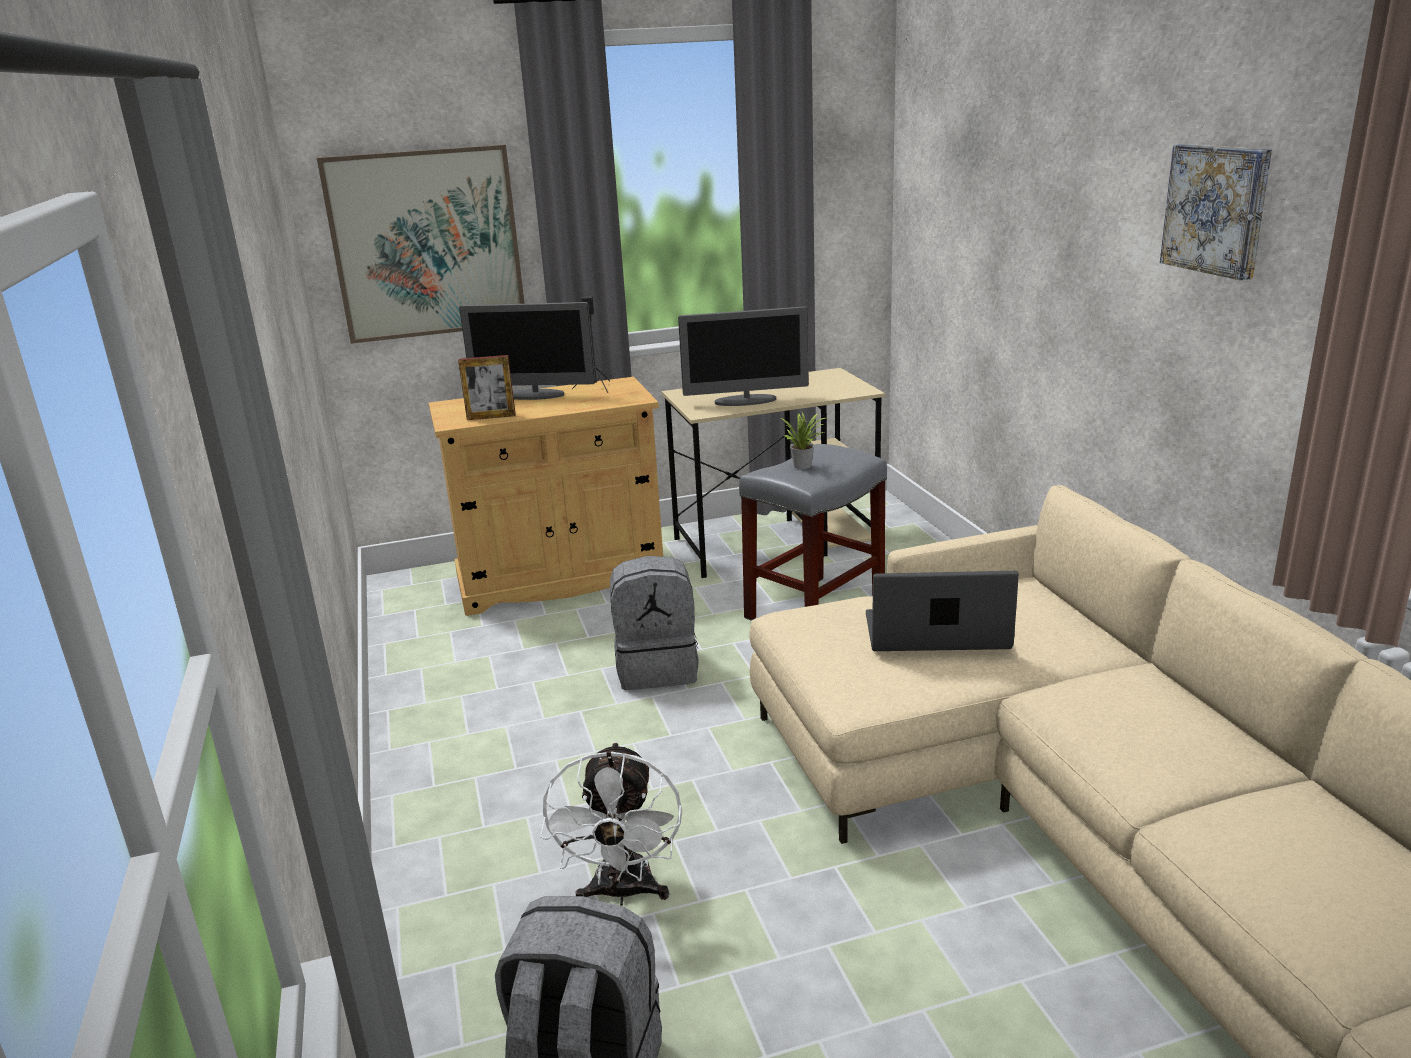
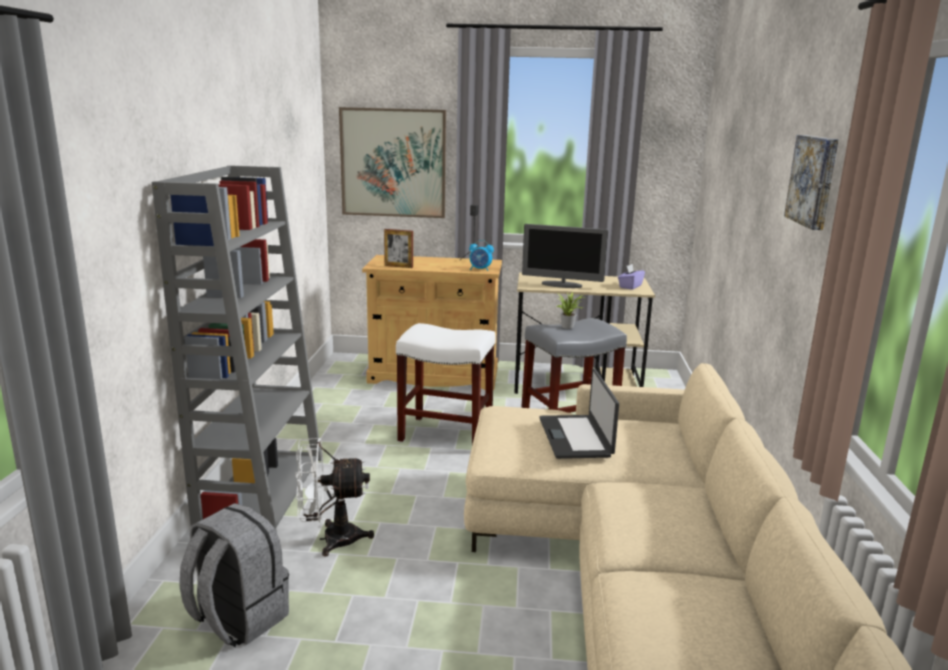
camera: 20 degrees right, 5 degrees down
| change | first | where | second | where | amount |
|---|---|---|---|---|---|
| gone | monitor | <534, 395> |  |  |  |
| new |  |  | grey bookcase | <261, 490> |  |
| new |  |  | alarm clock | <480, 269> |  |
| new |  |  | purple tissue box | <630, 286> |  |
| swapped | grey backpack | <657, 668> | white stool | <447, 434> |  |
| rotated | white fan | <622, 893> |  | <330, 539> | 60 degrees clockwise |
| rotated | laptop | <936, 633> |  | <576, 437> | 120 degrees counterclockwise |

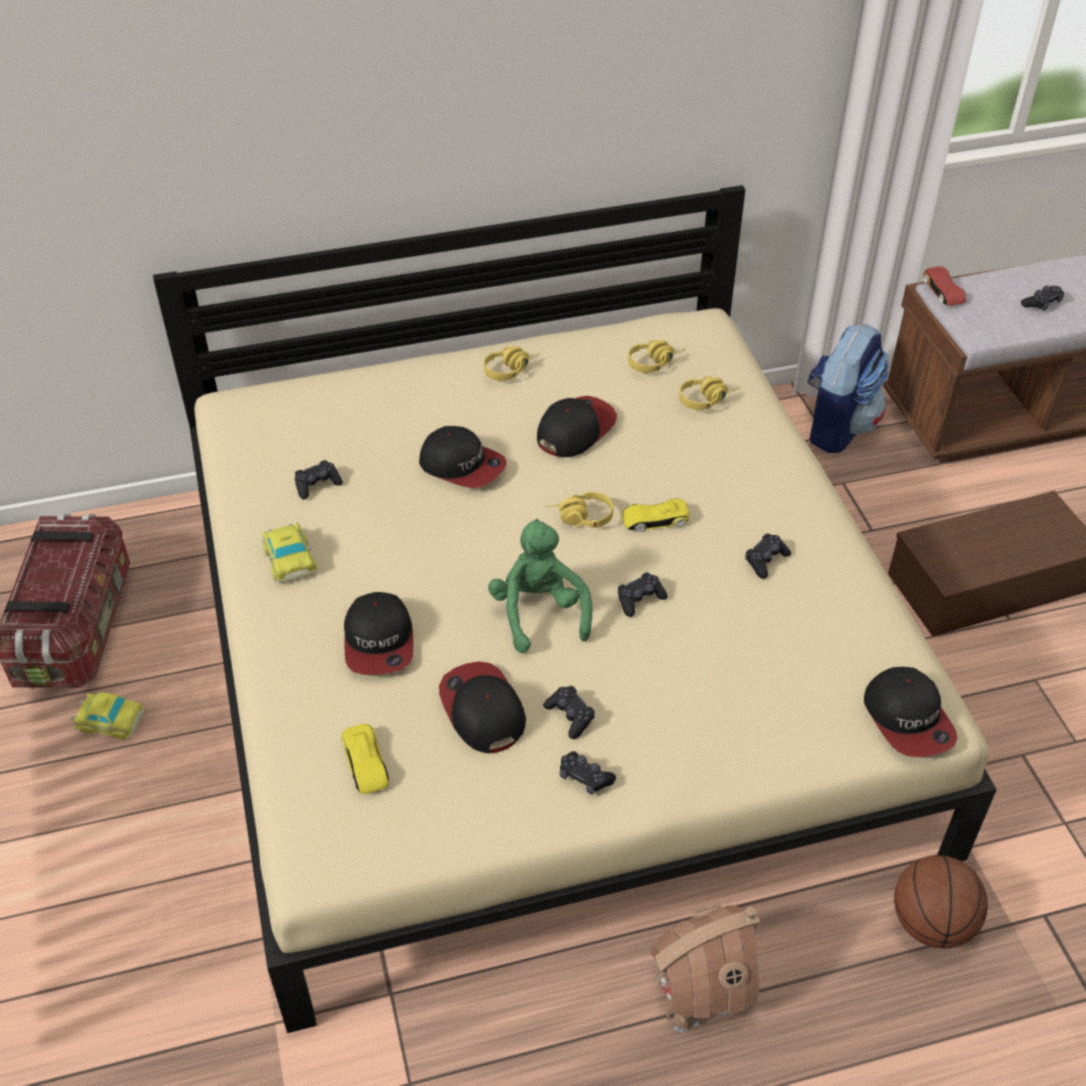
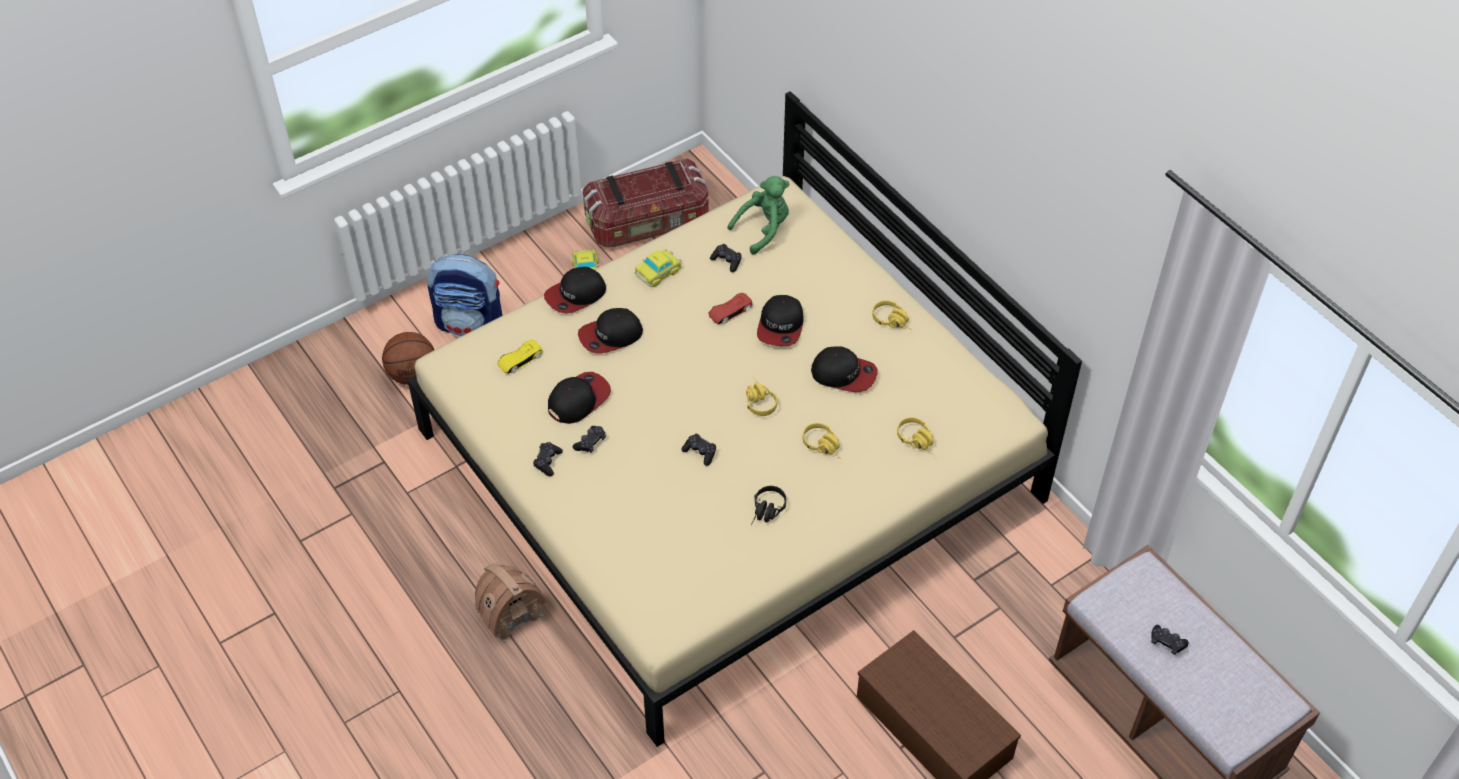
camera: 70 degrees right, 5 degrees up
| change | first | where | second | where | amount |
|---|---|---|---|---|---|
| gone | yellow toy car | <655, 519> |  |  |  |
| shifted | green plush toy | <539, 613> |  | <763, 229> |  |
| shifted | yellow headphones | <655, 362> |  | <824, 446> |  |
| shifted | backpack | <837, 427> |  | <471, 324> |  |
| shifted | cap | <908, 719> |  | <575, 295> |  |
| shifted | basketball | <930, 922> |  | <413, 374> |  |
| shifted | red toy car | <943, 291> |  | <730, 311> |  |
| swapped | black game controller | <765, 560> | black headphones | <767, 512> |  |

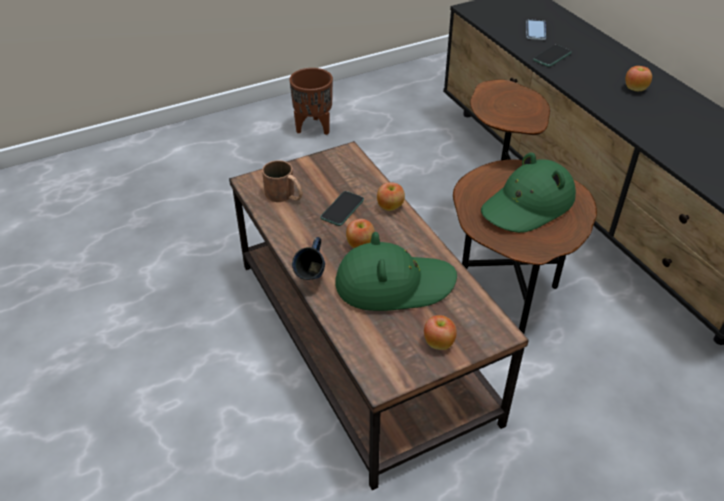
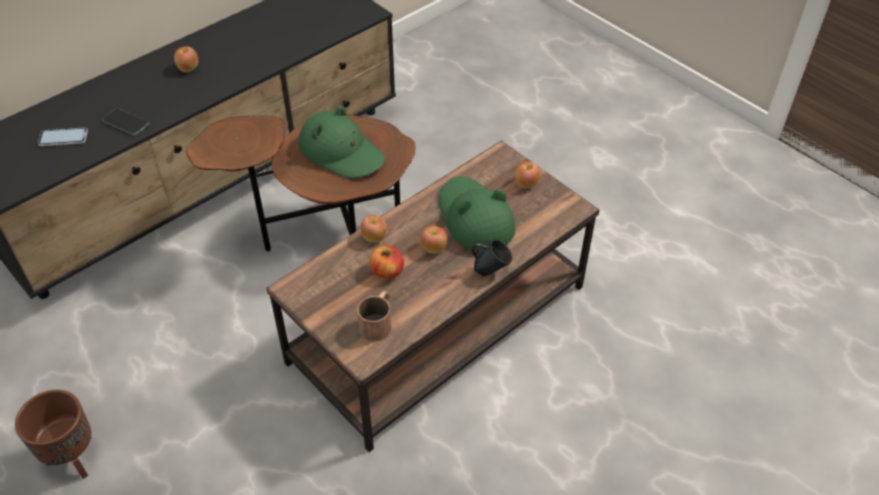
camera: 105 degrees left, 5 degrees up
| change | first | where | second | where | amount |
|---|---|---|---|---|---|
| swapped | phone | <342, 209> | apple | <387, 271> |  |

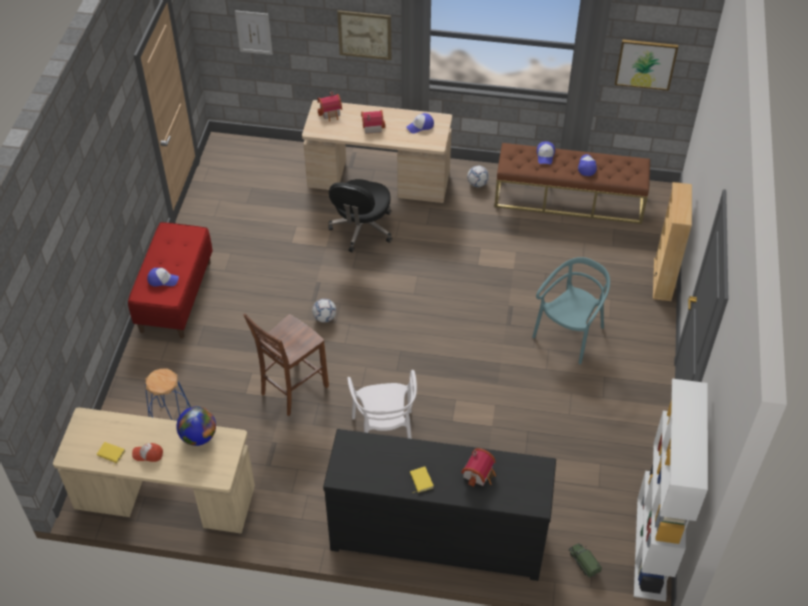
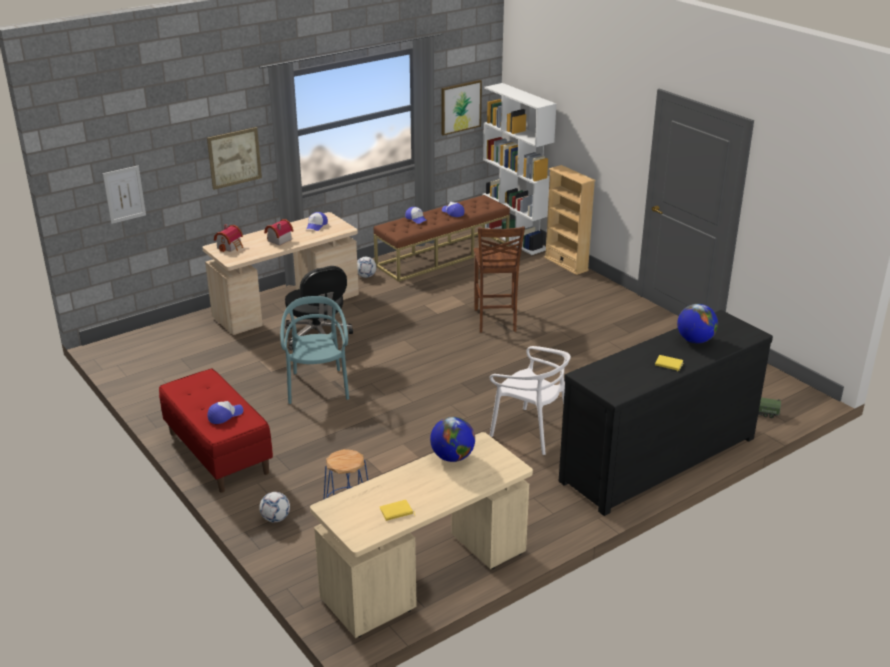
camera: 45 degrees left, 20 degrees down
| change | first | where | second | where | amount |
|---|---|---|---|---|---|
| gone | cap | <148, 454> |  |  |  |
| shifted | brown chair | <292, 390> |  | <495, 321> |  |
| shifted | football | <324, 318> |  | <275, 518> |  |
| shifted | turquoise chair | <569, 334> |  | <318, 387> |  |
| shifted | white bookcase | <652, 548> |  | <515, 238> |  |
| swapped | toy house | <479, 473> | globe | <695, 340> |  |

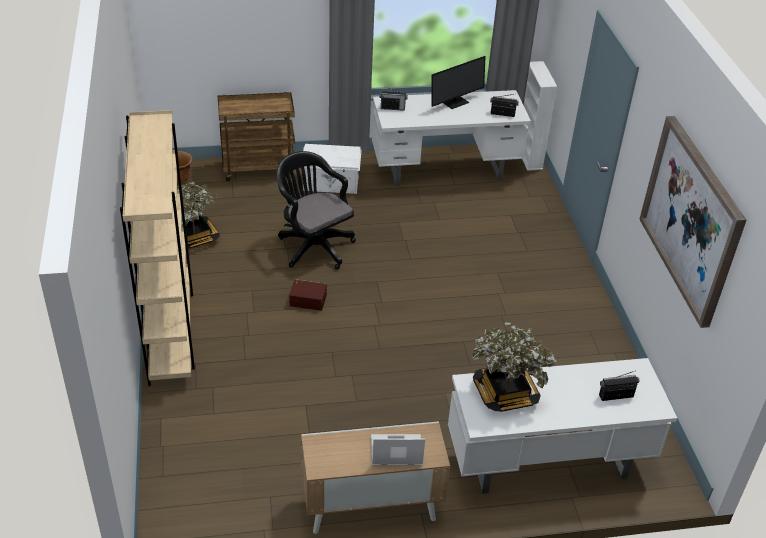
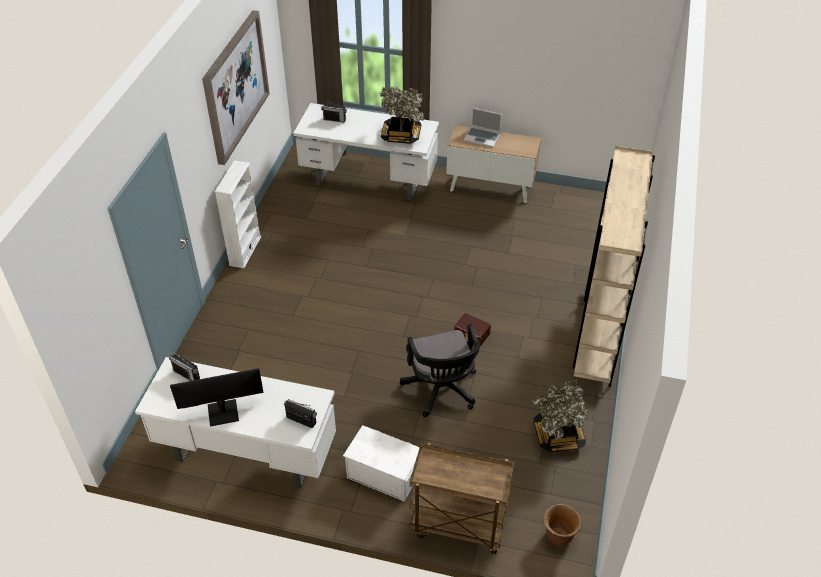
camera: 155 degrees left, 5 degrees up
| change | first | where | second | where | amount |
|---|---|---|---|---|---|
| shifted | white bookcase | <529, 156> |  | <245, 251> |  |

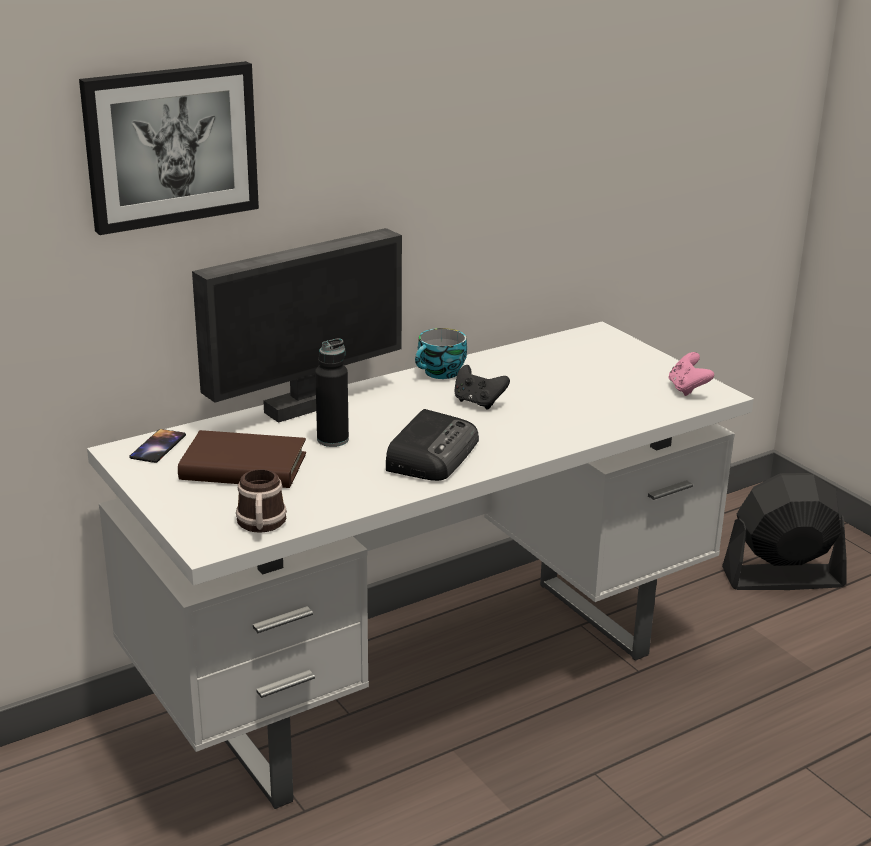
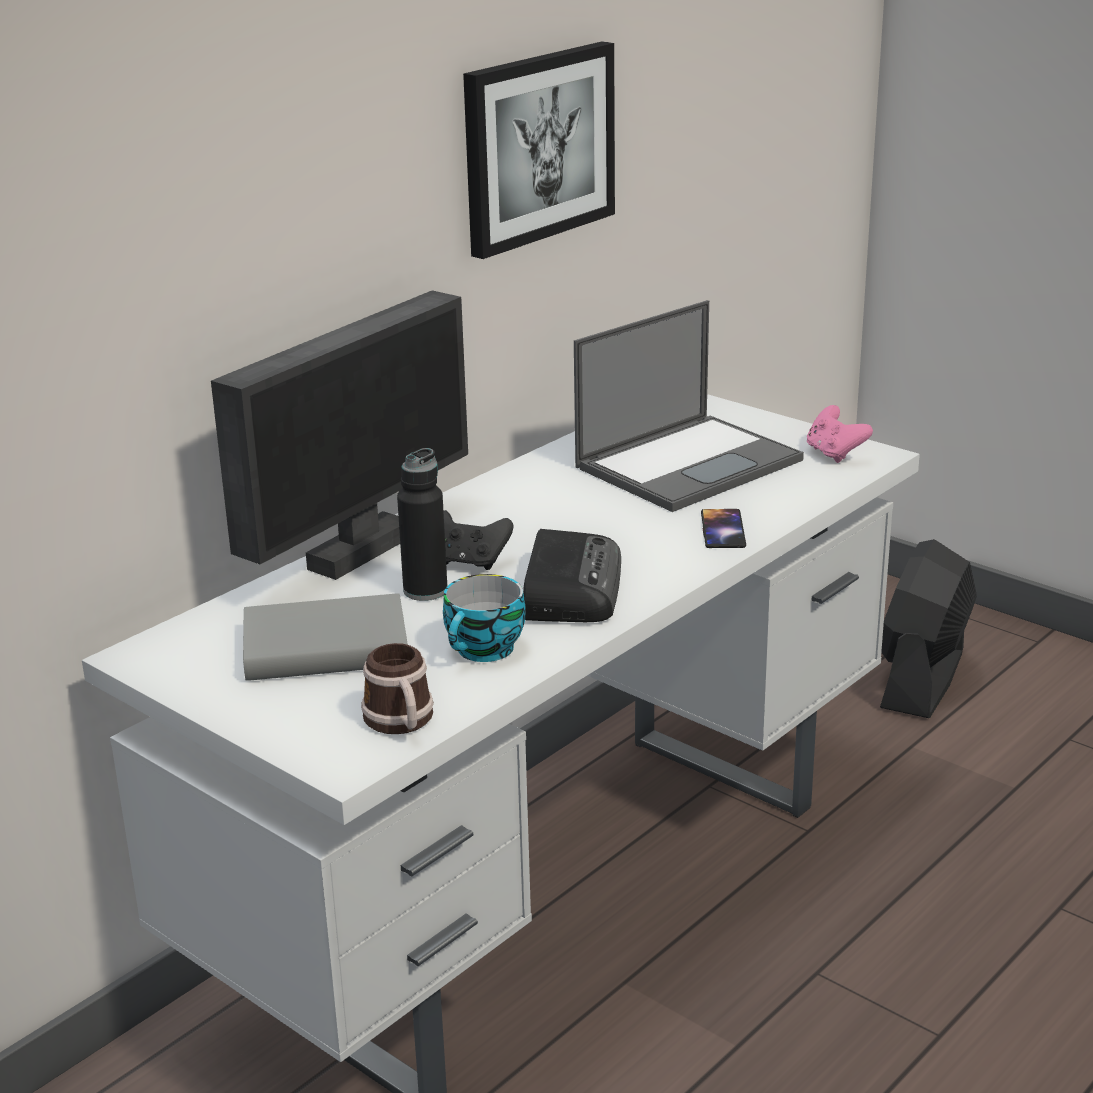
camera: 15 degrees left, 0 degrees up
| change | first | where | second | where | amount |
|---|---|---|---|---|---|
| new |  |  | laptop | <690, 463> |  |
| shifted | picture | <170, 145> |  | <537, 147> |  |
| shifted | phone | <158, 446> |  | <722, 529> |  |
| shifted | cup | <440, 373> |  | <485, 651> |  |
| shifted | black game controller | <478, 402> |  | <470, 562> |  |
| repainted | brown book | <243, 467> | grey book | <326, 648> |  |
| rotated | black fan | <782, 577> |  | <921, 680> | 45 degrees counterclockwise |

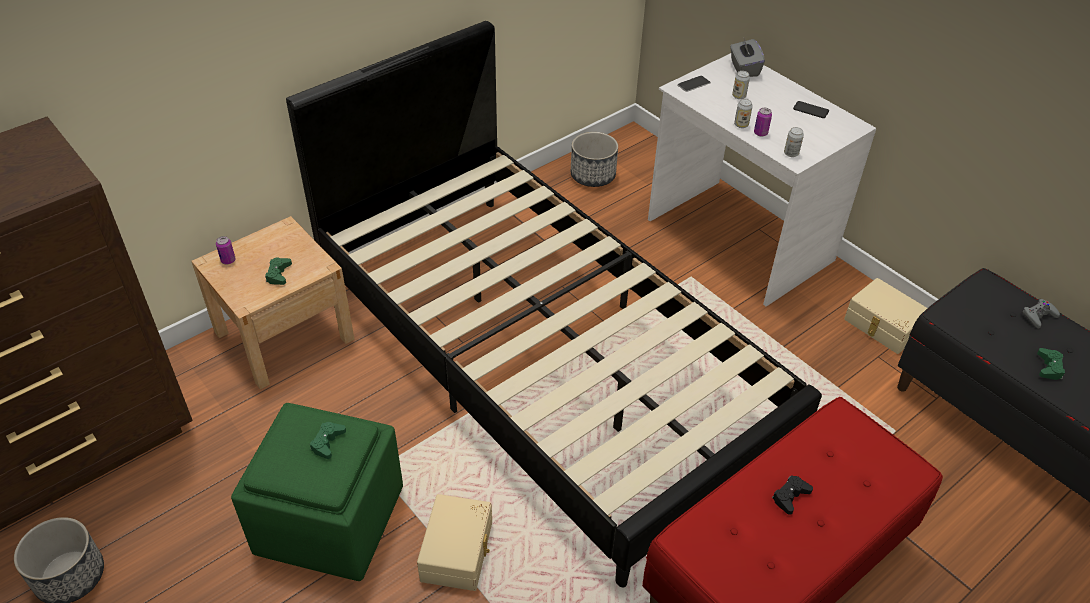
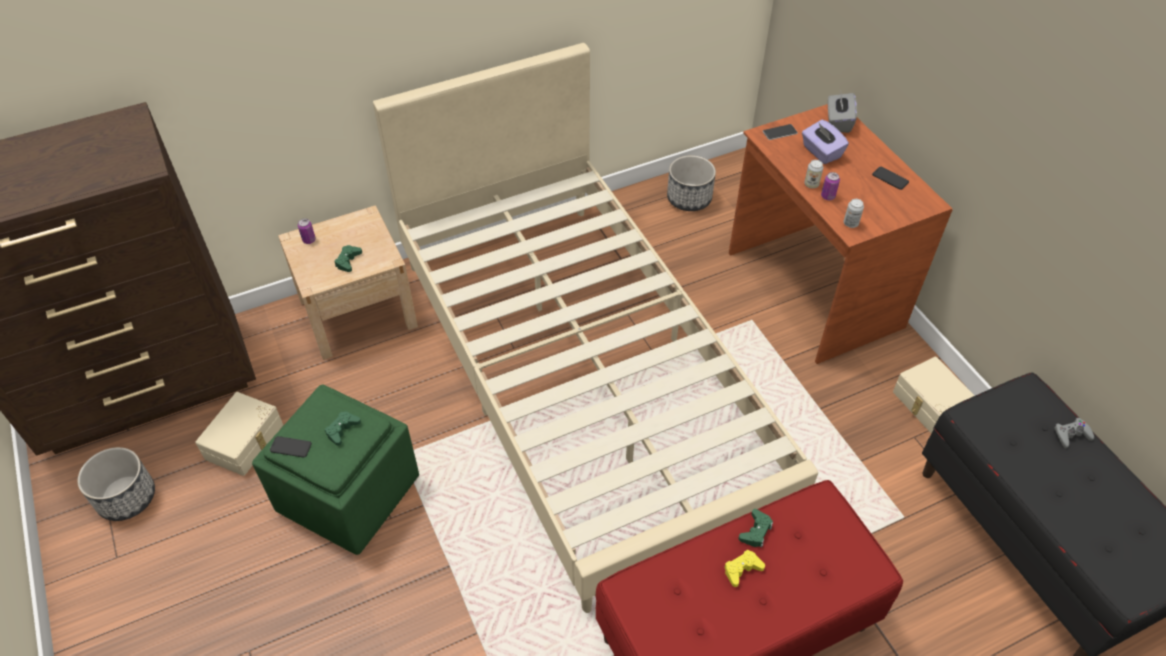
camera: 15 degrees right, 5 degrees up
| change | first | where | second | where | amount |
|---|---|---|---|---|---|
| new |  |  | phone | <291, 447> |  |
| shifted | beige storage box | <459, 551> |  | <246, 442> |  |
| shifted | green game controller | <1049, 367> |  | <756, 531> |  |
| swapped | can | <739, 96> | purple tissue box | <821, 152> |  |
| repainted | black bed | <543, 358> | beige bed | <582, 377> |  |
| repainted | white desk | <737, 240> | brown desk | <812, 290> |  |
| repainted | black game controller | <790, 497> | yellow game controller | <742, 569> |  |

